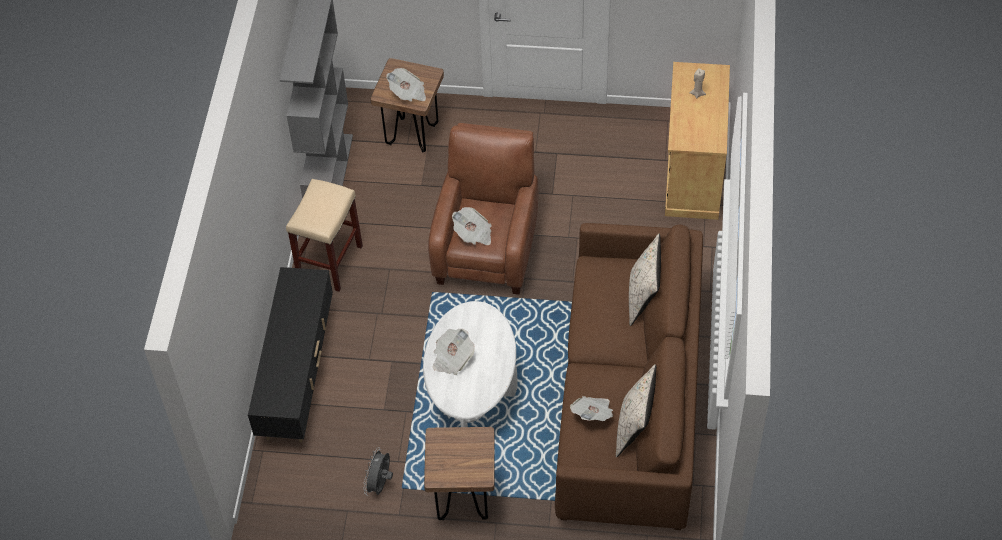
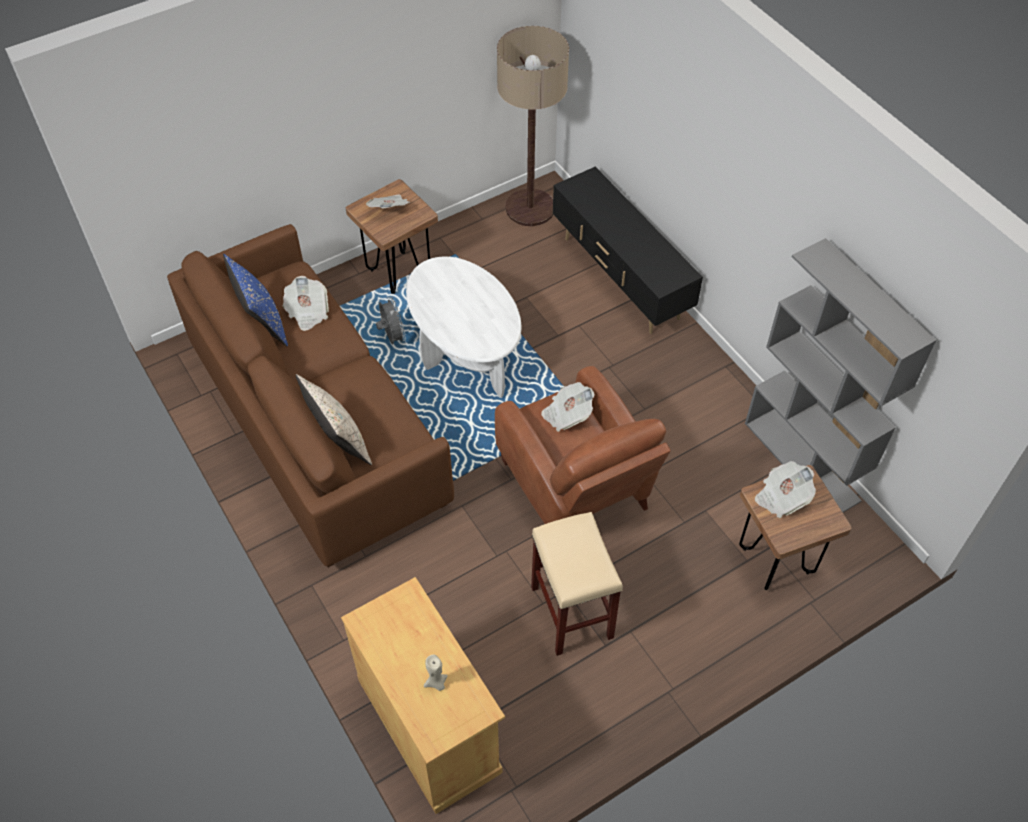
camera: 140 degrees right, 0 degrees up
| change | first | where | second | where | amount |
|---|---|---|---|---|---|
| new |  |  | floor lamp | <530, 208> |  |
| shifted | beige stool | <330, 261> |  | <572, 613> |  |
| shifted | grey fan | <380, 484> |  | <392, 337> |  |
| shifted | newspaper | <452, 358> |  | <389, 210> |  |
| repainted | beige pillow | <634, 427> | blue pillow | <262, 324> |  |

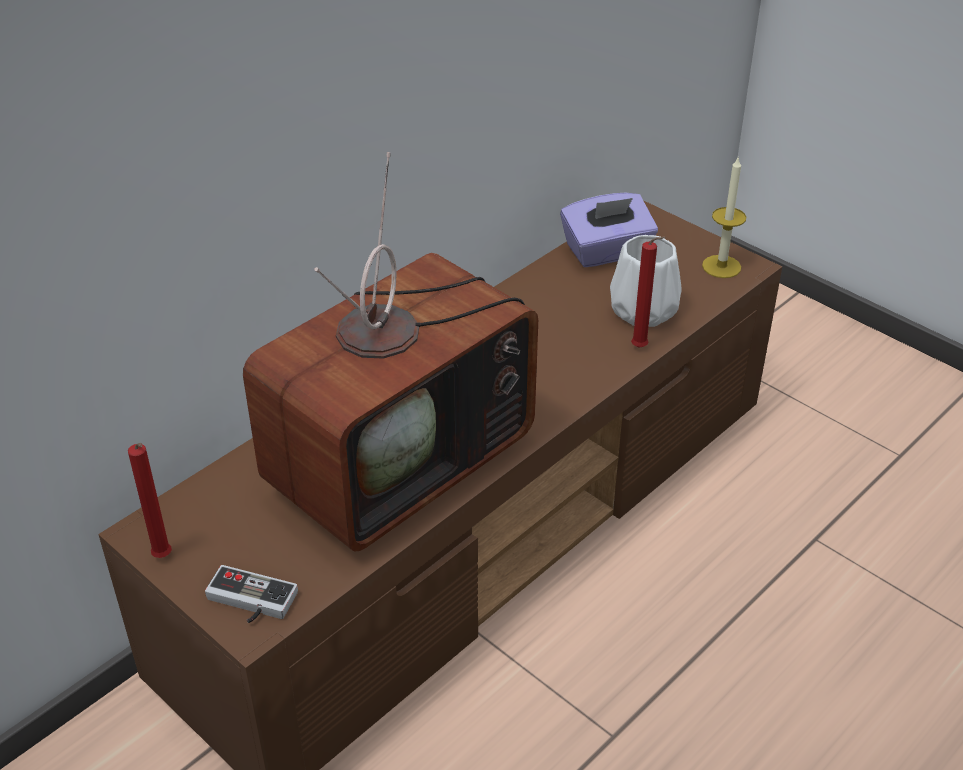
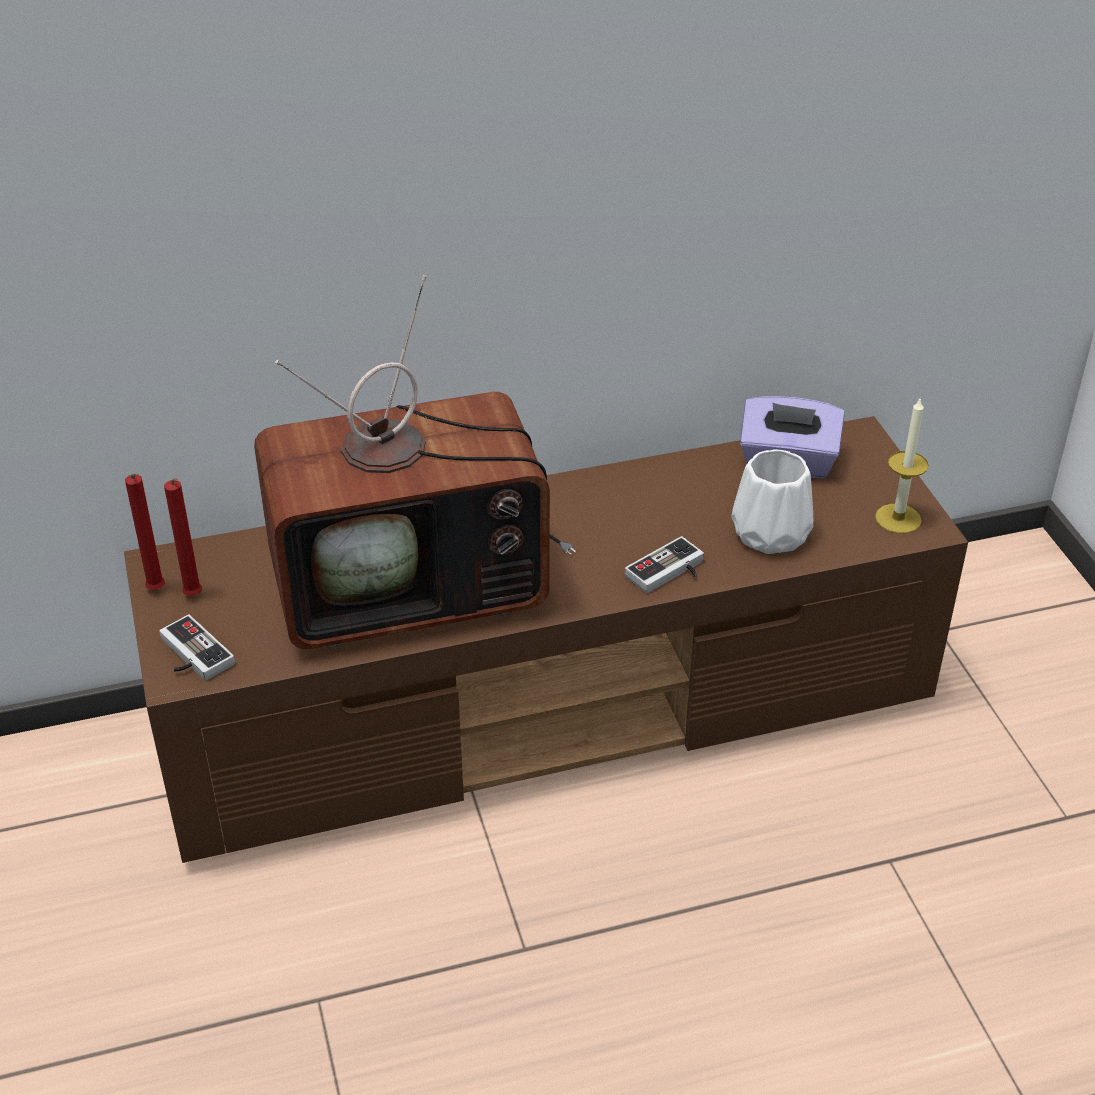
camera: 30 degrees right, 0 degrees up
| change | first | where | second | where | amount |
|---|---|---|---|---|---|
| new |  |  | game controller | <669, 573> |  |
| shifted | red candle | <641, 348> |  | <194, 597> |  |

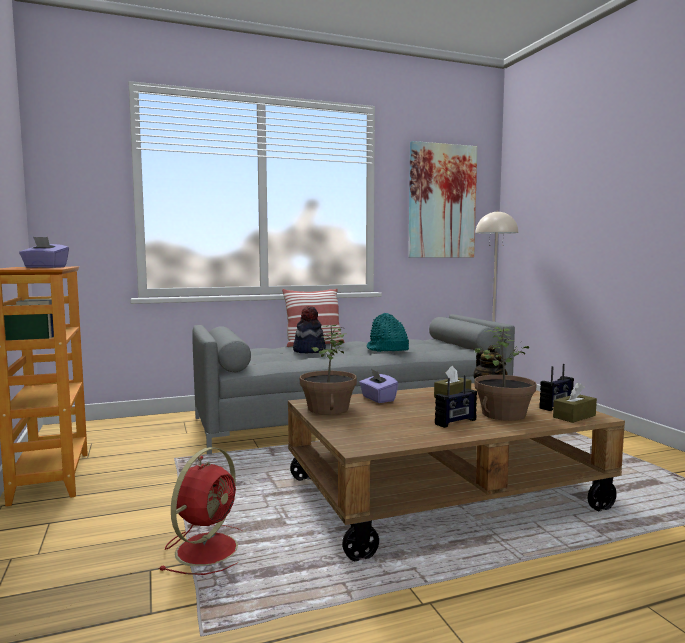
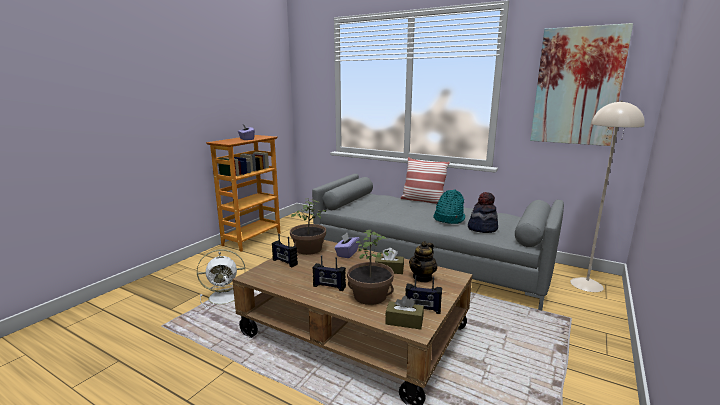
camera: 50 degrees right, 10 degrees up
| change | first | where | second | where | amount |
|---|---|---|---|---|---|
| new |  |  | radio | <284, 262> |  |
| shifted | hat | <309, 350> |  | <482, 228> |  |
| repainted | red fan | <209, 548> | white fan | <226, 296> |  |

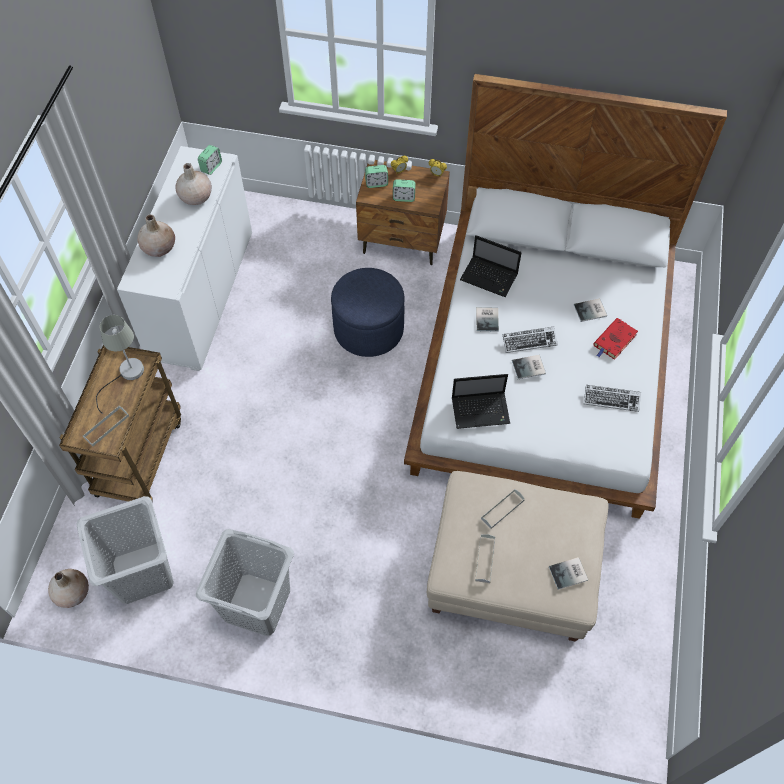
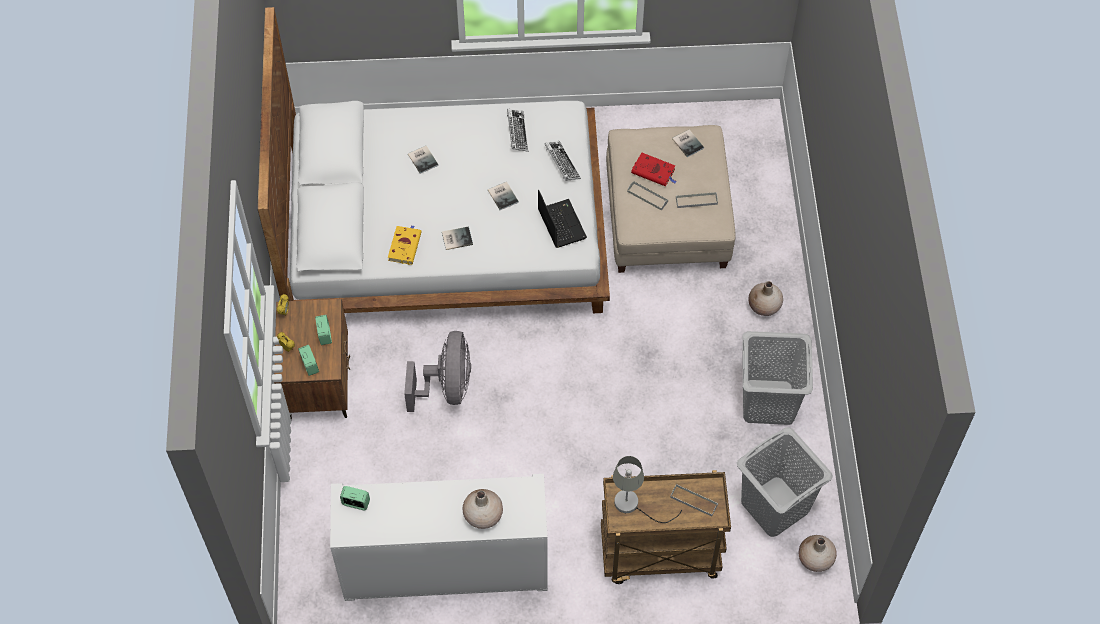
camera: 105 degrees left, 0 degrees up
| change | first | where | second | where | amount |
|---|---|---|---|---|---|
| shifted | beige vase | <195, 197> |  | <764, 306> |  |
| shifted | keyboard | <529, 341> |  | <562, 163> |  |
| shifted | red book | <614, 341> |  | <654, 171> |  |
| swapped | blue ottoman | <368, 329> | grey fan | <447, 387> |  |
| swapped | laptop | <490, 277> | yellow book | <404, 245> |  |

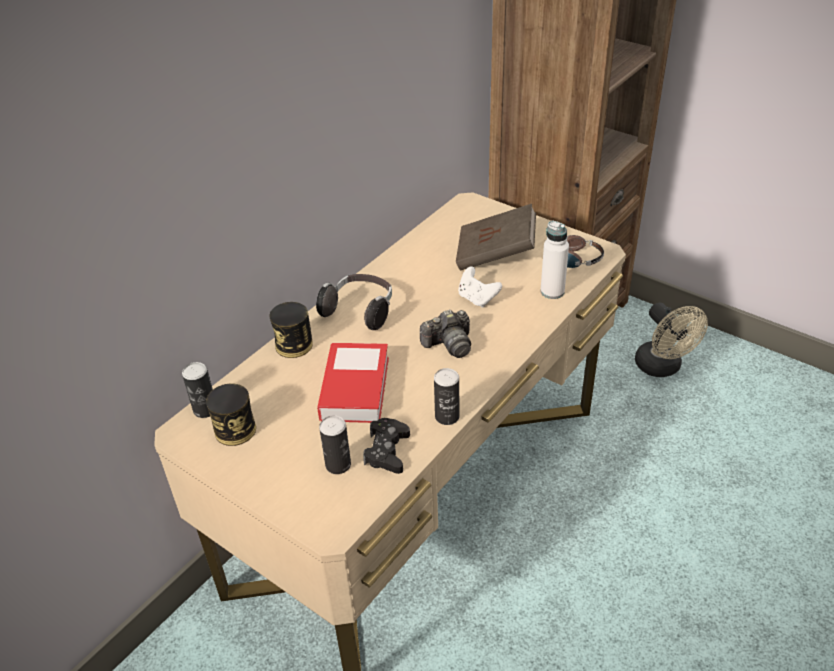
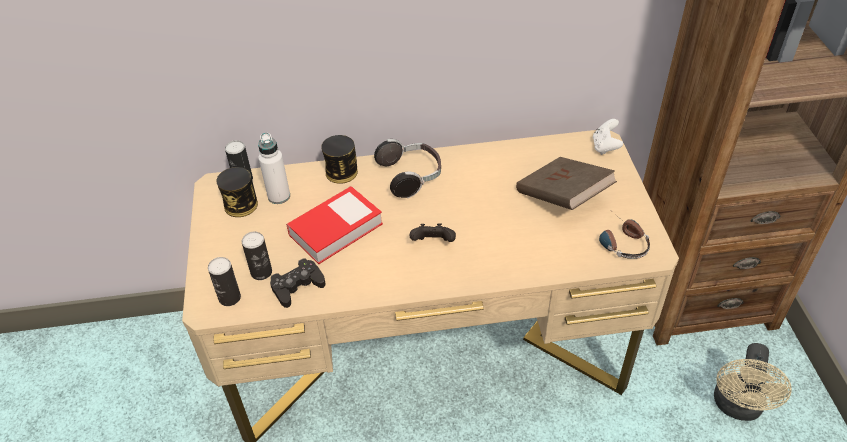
camera: 45 degrees right, 5 degrees up
| change | first | where | second | where | amount |
|---|---|---|---|---|---|
| shifted | can | <447, 416> |  | <229, 298> |  |
| shifted | white game controller | <477, 299> |  | <605, 147> |  |
| shifted | white bottle | <552, 291> |  | <279, 196> |  |
| swapped | photo camera | <449, 344> | black game controller | <433, 243> |  |

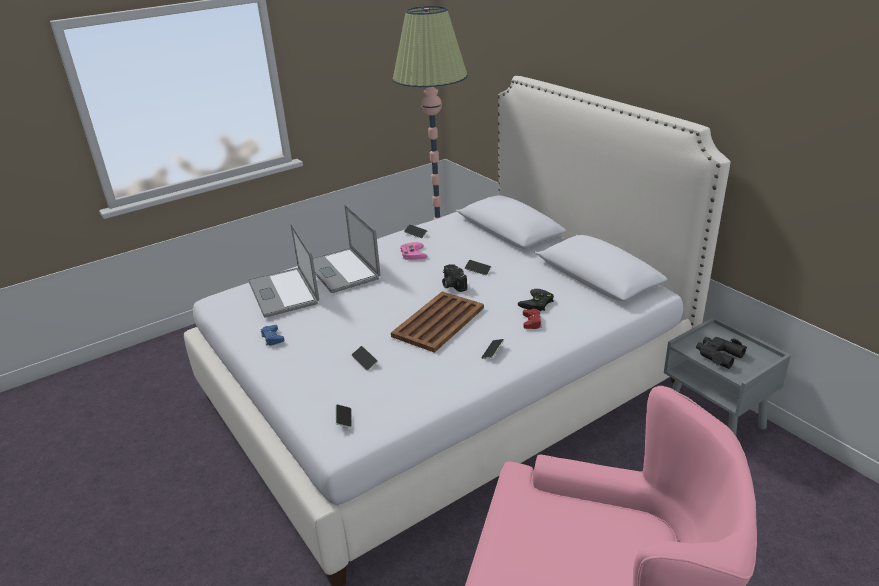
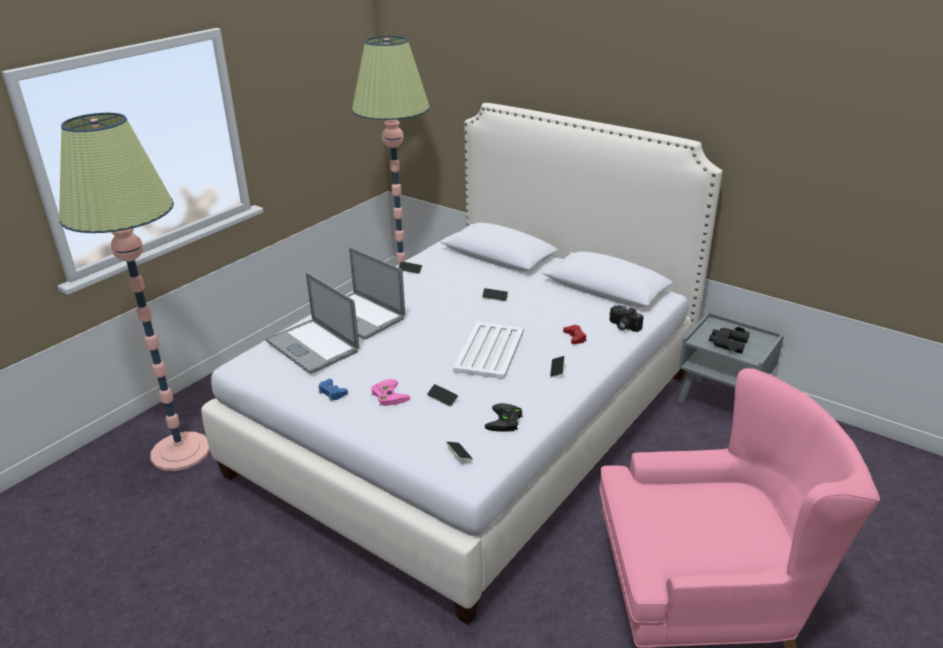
camera: 20 degrees left, 0 degrees up
| change | first | where | second | where | amount |
|---|---|---|---|---|---|
| new |  |  | floor lamp | <180, 452> |  |
| shifted | pink game controller | <412, 253> |  | <387, 395> |  |
| shifted | photo camera | <452, 285> |  | <623, 326> |  |
| shifted | black game controller | <537, 303> |  | <505, 421> |  |
| repainted | brown tray | <437, 322> | white tray | <489, 351> |  |

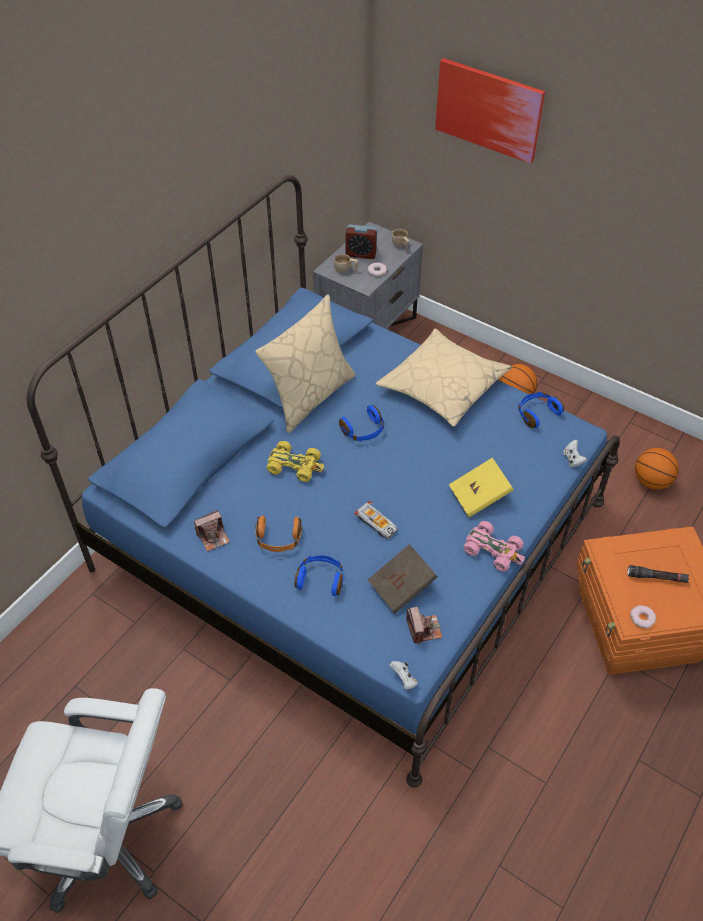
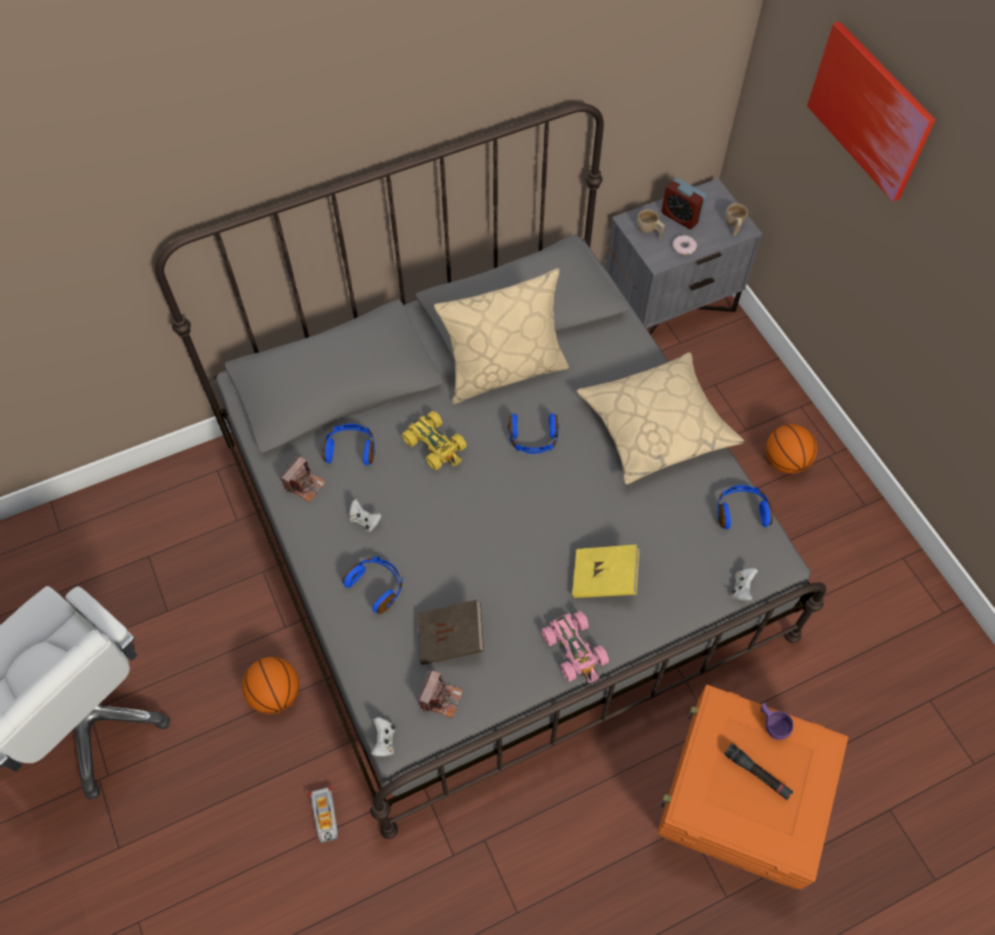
camera: 30 degrees right, 10 degrees up
| change | first | where | second | where | amount |
|---|---|---|---|---|---|
| gone | donut | <642, 618> |  |  |  |
| new |  |  | blue headphones | <351, 449> |  |
| new |  |  | purple cup | <772, 724> |  |
| shifted | toy car | <377, 523> |  | <325, 816> |  |
| shifted | basketball | <651, 481> |  | <275, 694> |  |
| swapped | orange headphones | <278, 539> | white game controller | <365, 520> |  |
| repainted | blue bed | <350, 535> | grey bed | <496, 535> |  |
| rotated | photo camera | <213, 537> |  | <305, 484> | 60 degrees counterclockwise |

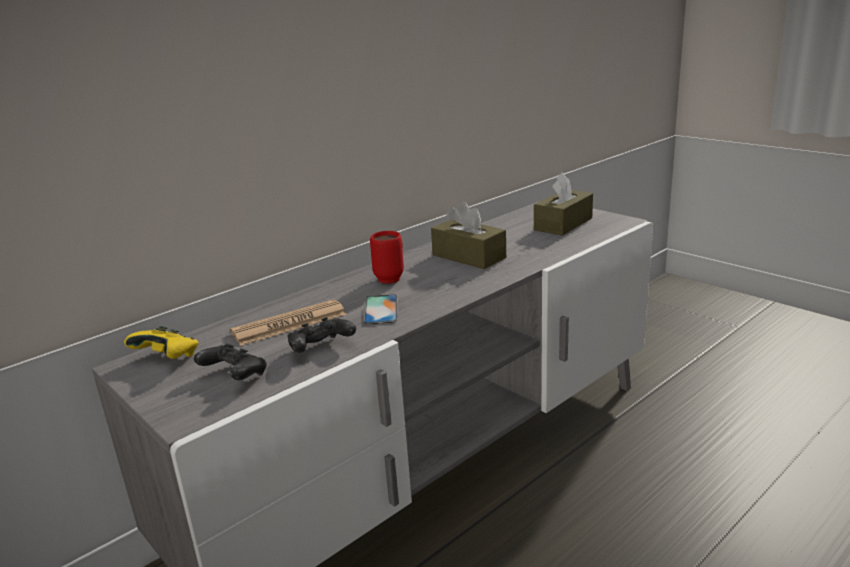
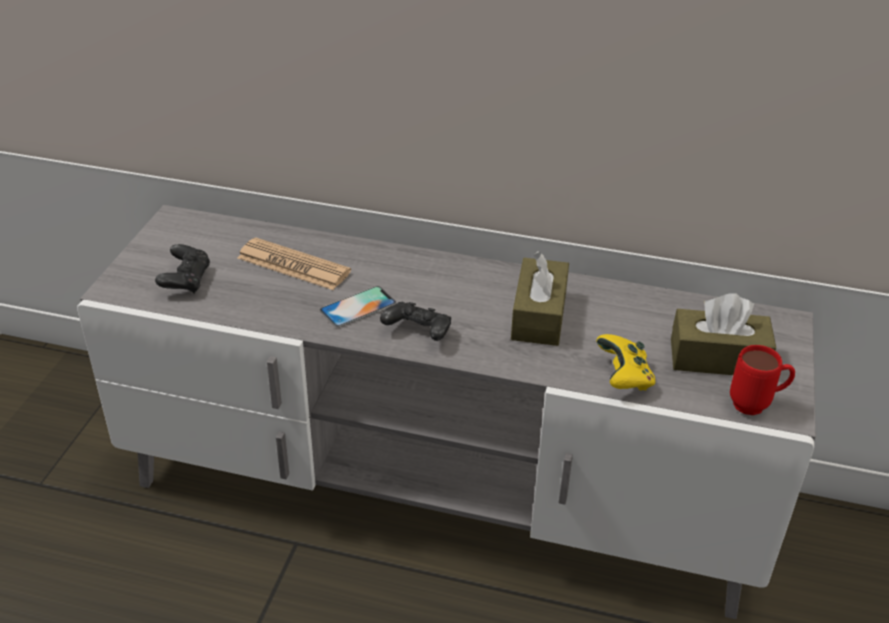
camera: 55 degrees right, 15 degrees up
| change | first | where | second | where | amount |
|---|---|---|---|---|---|
| shifted | yellow game controller | <168, 359> |  | <624, 378> |  |
| shifted | black game controller | <321, 349> |  | <418, 333> |  |
| shifted | red mug | <392, 277> |  | <756, 405> |  |

